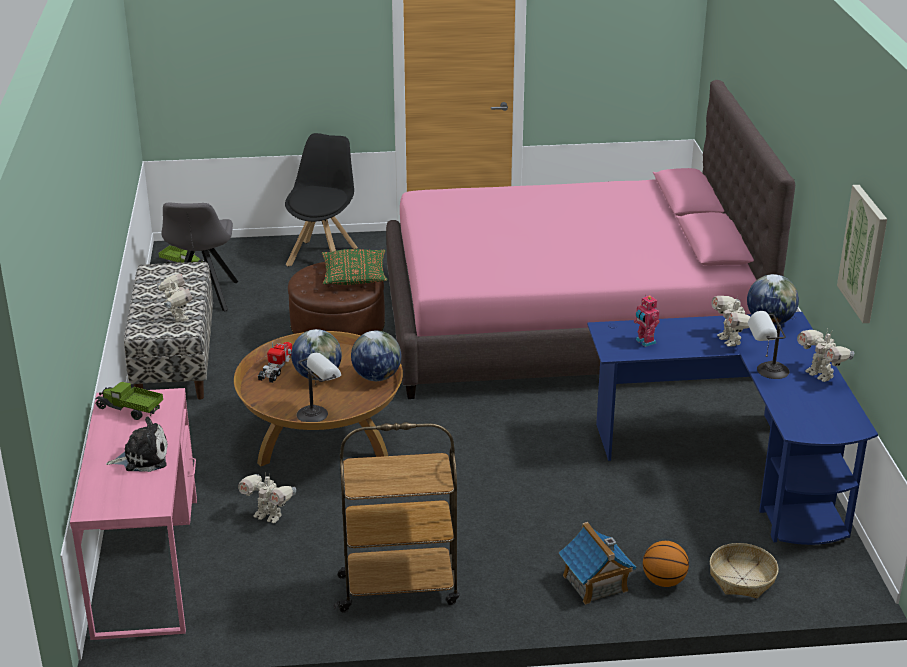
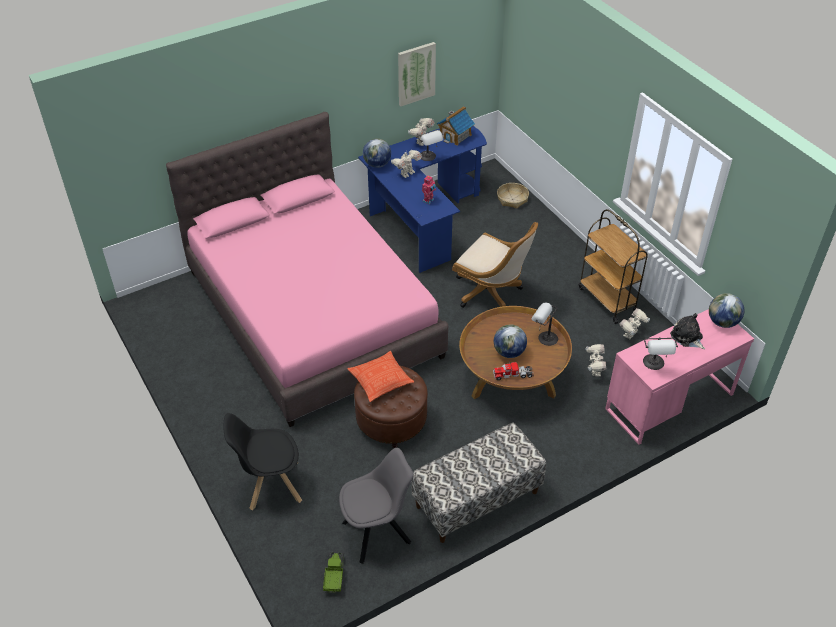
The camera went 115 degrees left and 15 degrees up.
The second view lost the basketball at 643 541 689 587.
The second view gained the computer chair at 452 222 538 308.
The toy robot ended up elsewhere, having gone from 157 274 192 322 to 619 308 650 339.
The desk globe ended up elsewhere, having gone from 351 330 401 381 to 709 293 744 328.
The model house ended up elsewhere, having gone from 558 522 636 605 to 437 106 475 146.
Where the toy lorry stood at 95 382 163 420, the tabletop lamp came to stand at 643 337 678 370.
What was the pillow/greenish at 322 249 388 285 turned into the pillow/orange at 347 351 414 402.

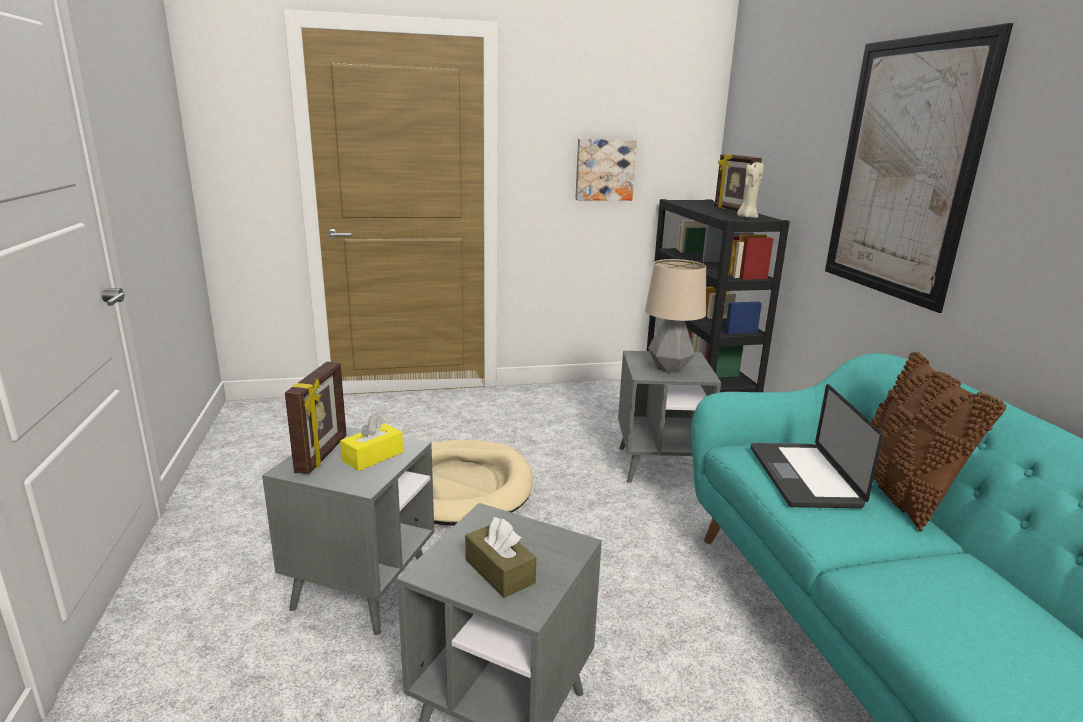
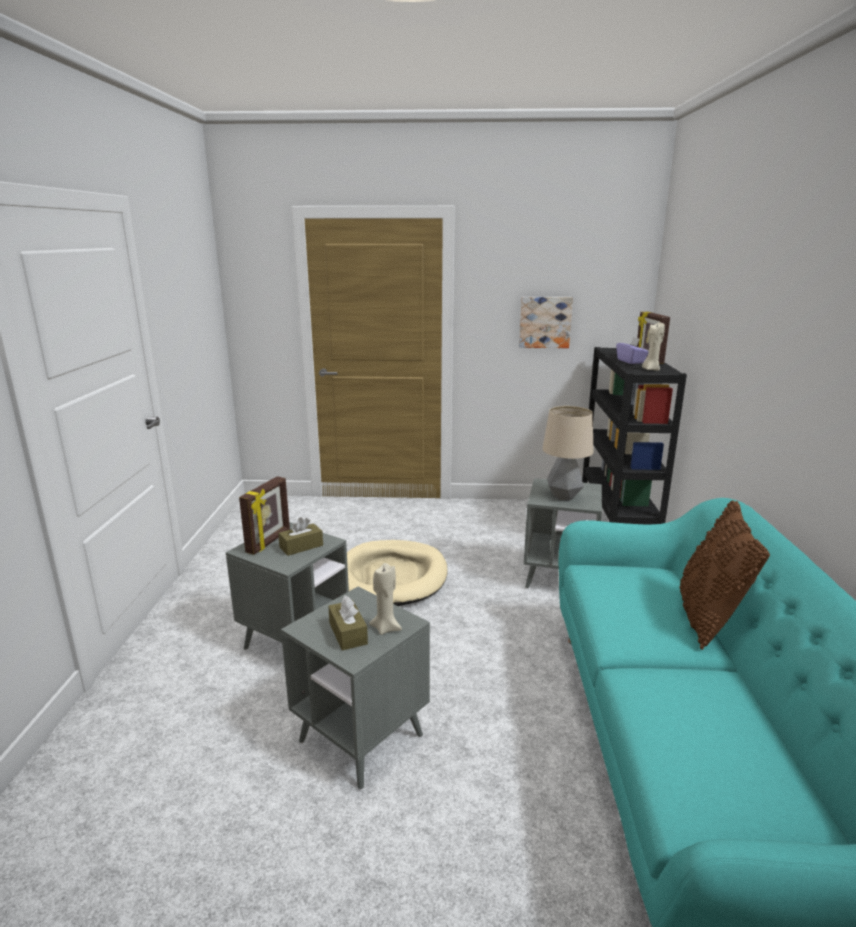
The camera went 15 degrees right and 0 degrees up.
The second view lost the laptop at 751 384 883 508.
The second view lost the wall art at 825 23 1013 313.
The second view gained the wax light/beige-coloured at 369 563 402 635.
The second view gained the tissue box/purple-coloured at 616 337 649 364.
What was the tissue box/yellow-coloured at 340 415 403 471 turned into the tissue box/brownish at 278 517 323 556.

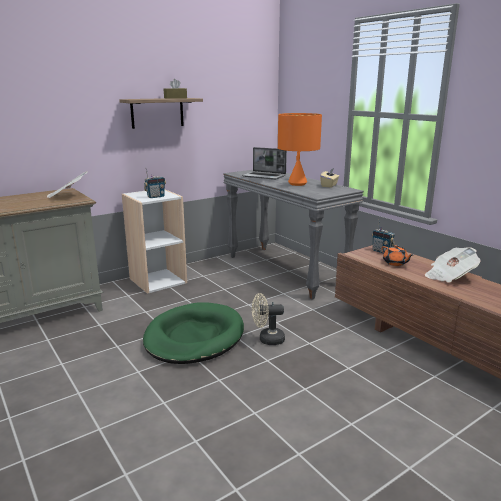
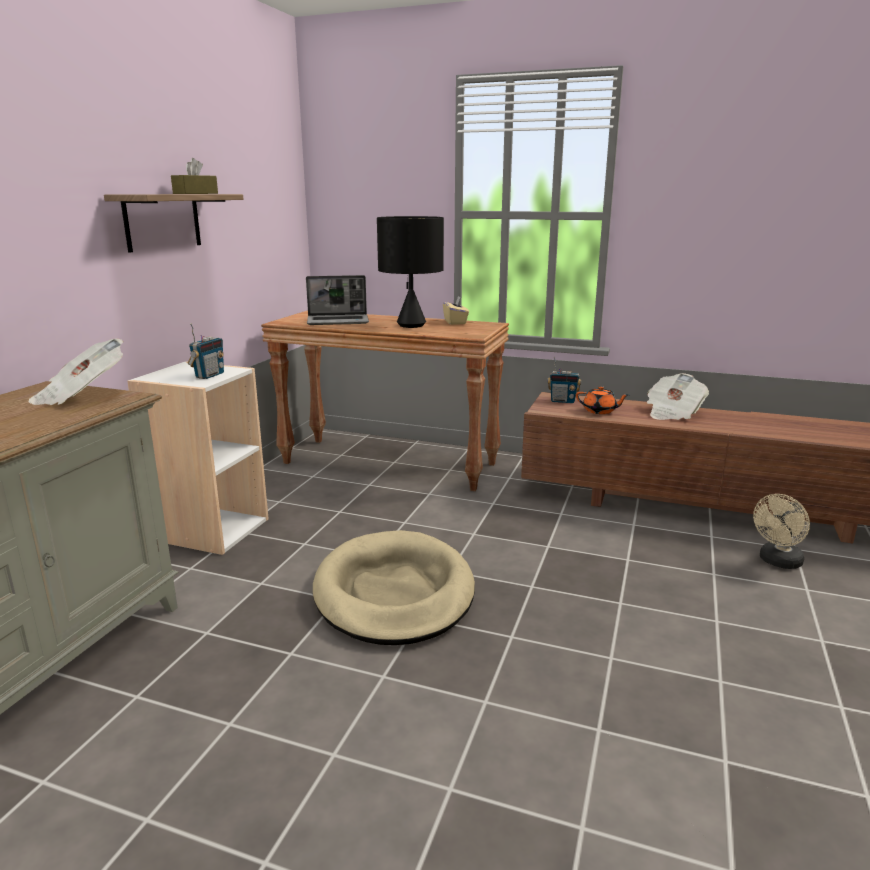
The camera went 35 degrees left and 0 degrees up.
The electric fan/beige-coloured ended up elsewhere, having gone from 252 293 285 345 to 753 494 810 569.
What was the pet bed/greenish at 143 302 244 364 turned into the pet bed/beige-coloured at 313 530 475 645.
What was the hall table/grey at 223 170 364 300 turned into the hall table/brownish at 261 311 509 491.
What was the tabletop lamp/orange at 278 113 322 186 turned into the tabletop lamp/blackish at 377 216 444 328.

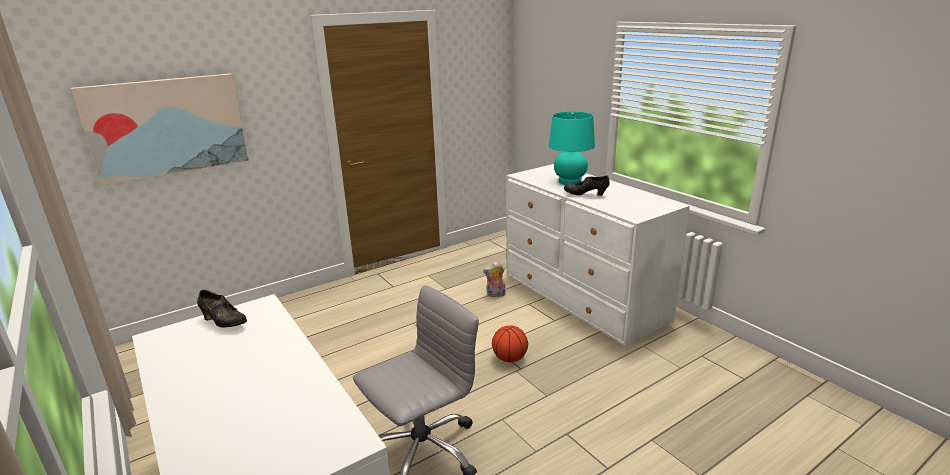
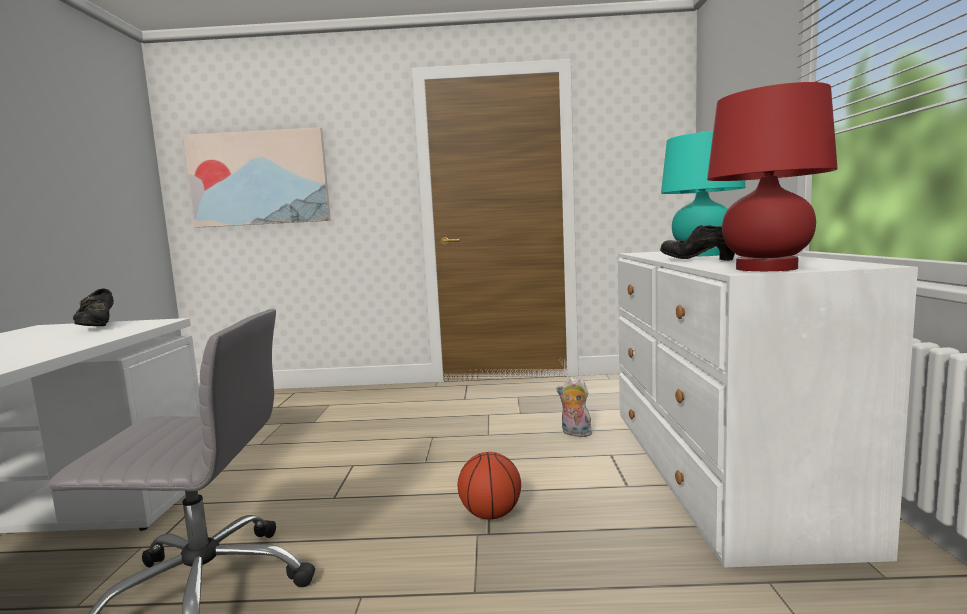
The camera went 35 degrees right and 15 degrees down.
The second view gained the tabletop lamp/red at 707 82 838 271.

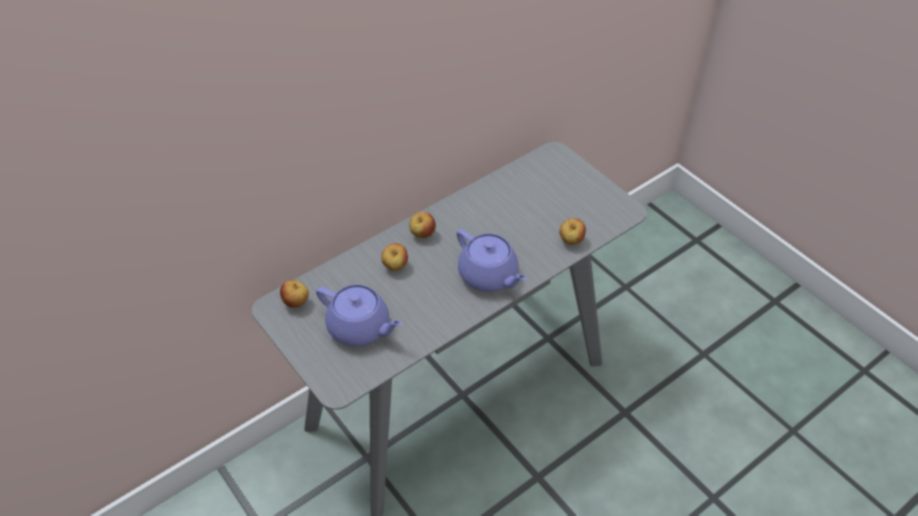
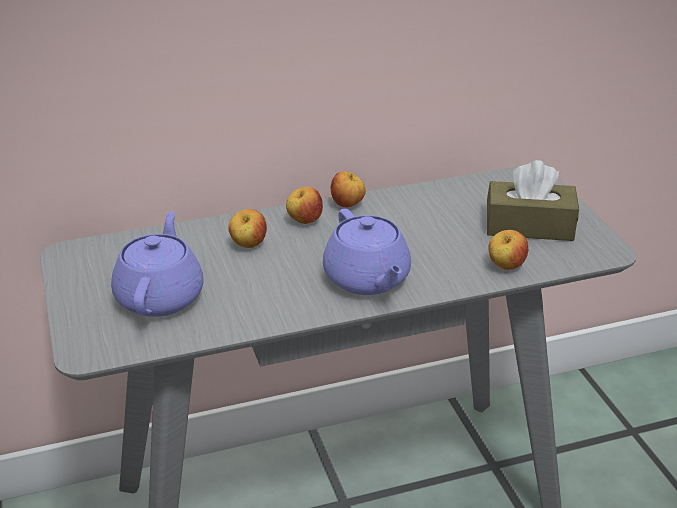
The camera went 20 degrees right and 15 degrees down.
The second view gained the tissue box/brownish at 487 160 579 241.
The apple ended up elsewhere, having gone from 280 280 309 308 to 330 171 366 207.
The pot for tea/purple-coloured at 316 285 403 346 ended up facing another way, 135 degrees counterclockwise from before.

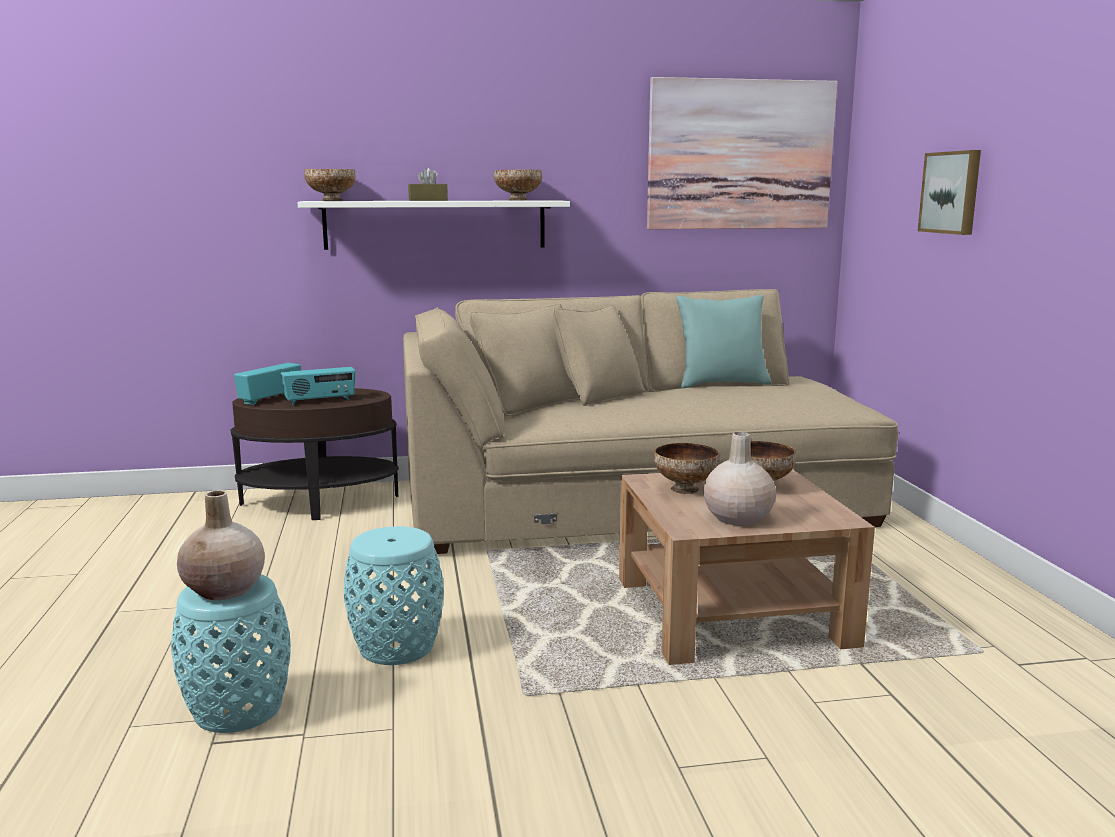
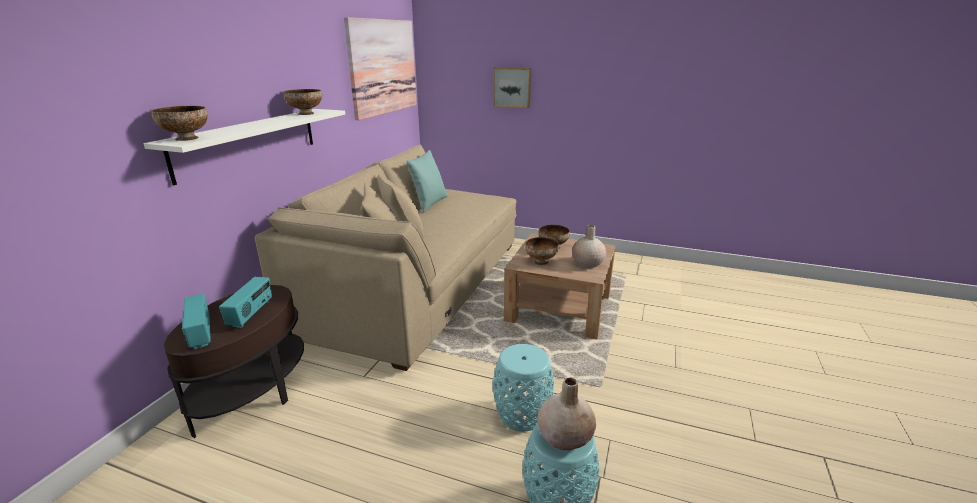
The camera went 60 degrees left and 10 degrees up.
The second view lost the tissue box/brownish at 408 168 448 201.

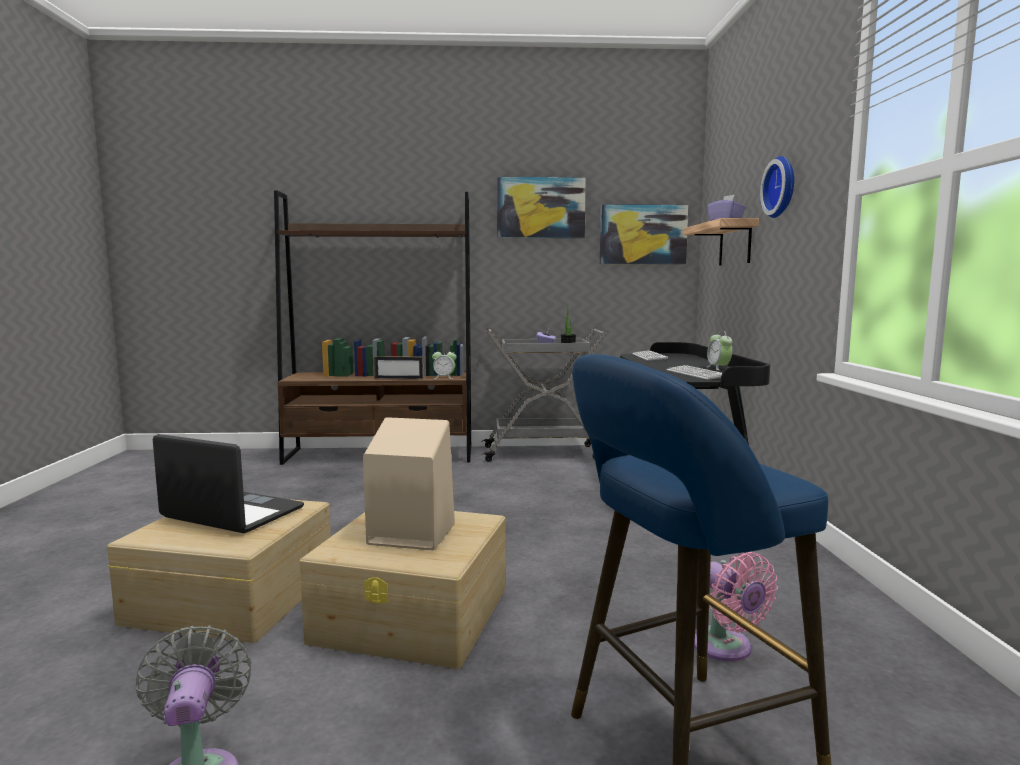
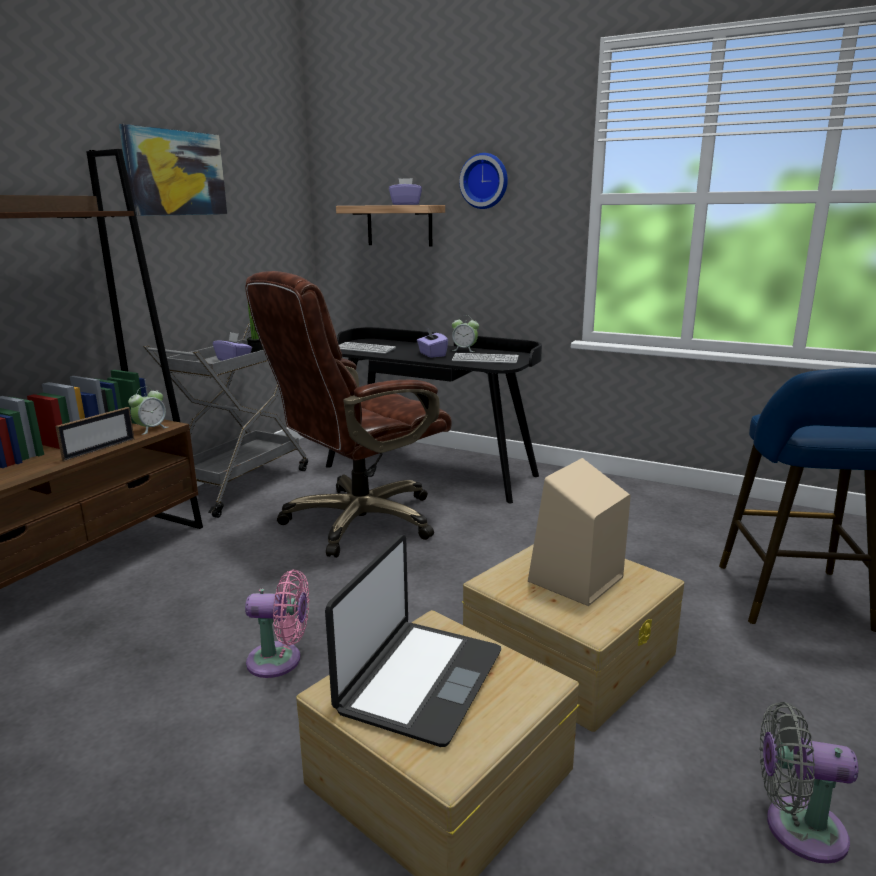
The camera went 60 degrees left and 10 degrees up.
The second view lost the wall art at 600 204 689 264.
The second view gained the computer chair/brownish at 245 271 452 558.
The second view gained the tissue box/purple-coloured at 417 328 448 358.
The electric fan/pinkish ended up elsewhere, having gone from 694 552 778 661 to 245 570 309 678.
The laptop at 153 434 304 533 ended up facing another way, 150 degrees clockwise from before.

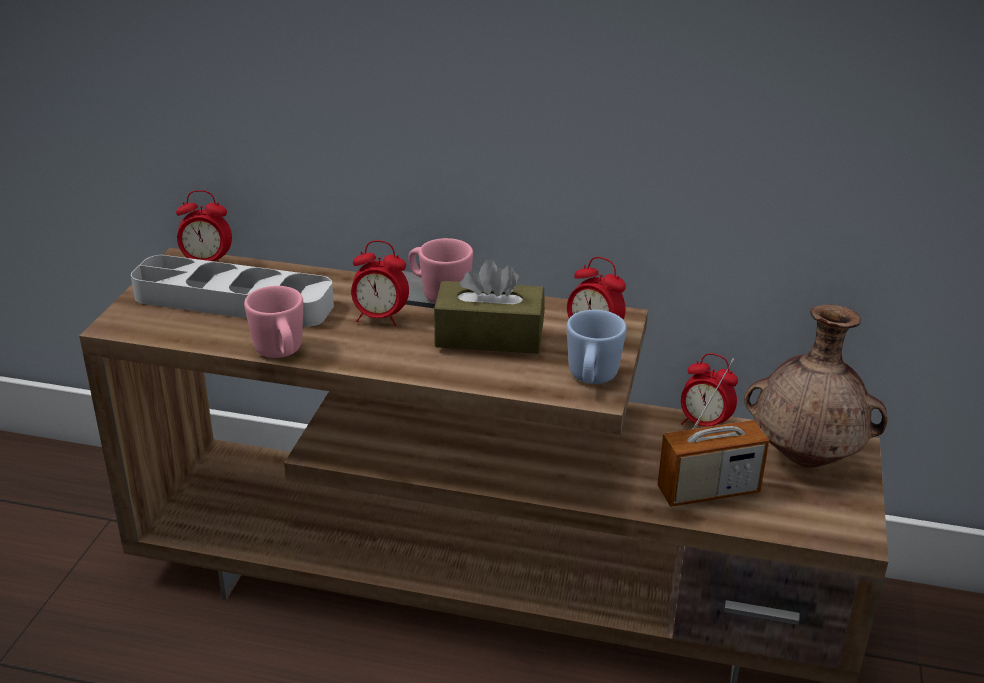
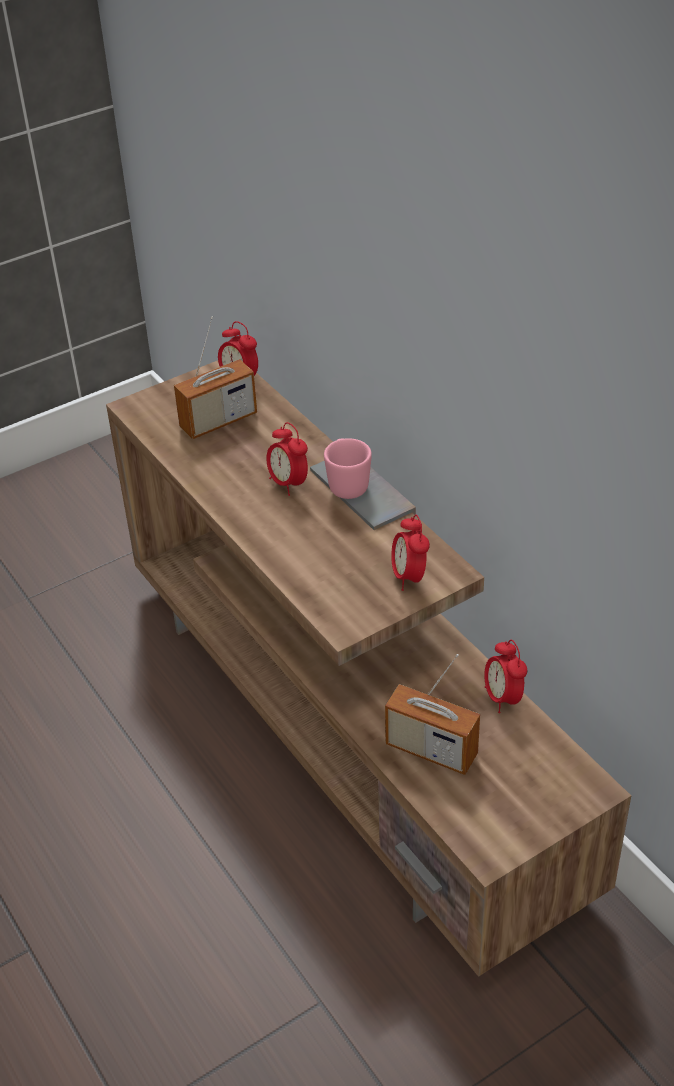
The camera went 45 degrees right and 10 degrees up.
The second view lost the coffee mug/pinkish at 244 286 303 358.
The second view lost the tissue box/brownish at 434 259 545 354.
The second view lost the coffee mug/blue at 567 310 627 384.
The second view lost the vase/brownish at 744 304 887 468.
Where the tray/grey stood at 131 255 334 327, the radio came to stand at 174 316 257 439.

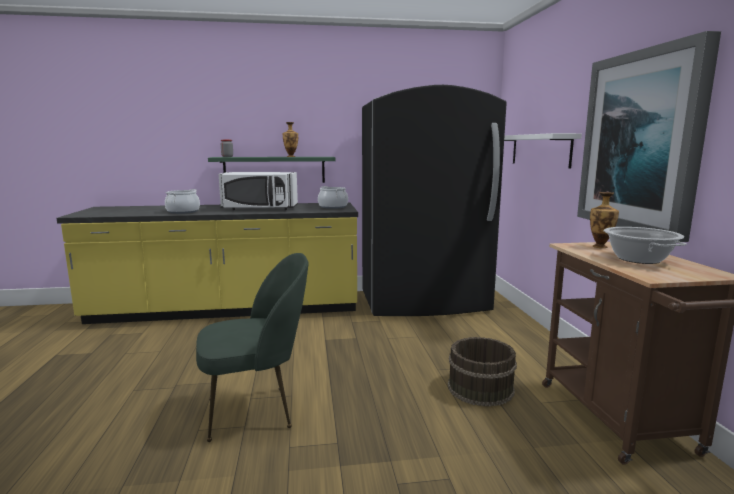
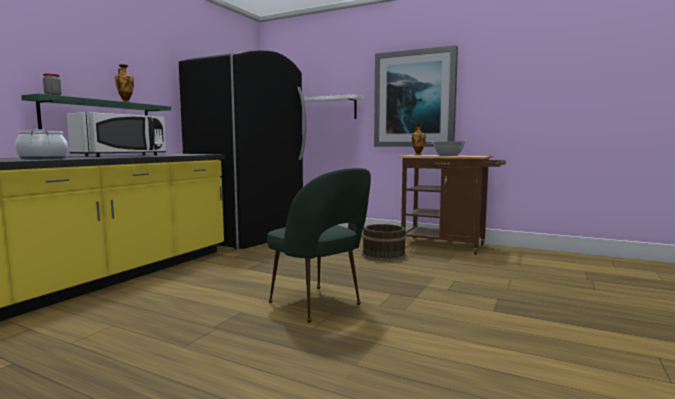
The camera went 55 degrees left and 5 degrees down.
The second view lost the stockpot at 318 186 348 209.
The plain chair/greenish at 196 253 308 442 ended up facing another way, 120 degrees clockwise from before.

